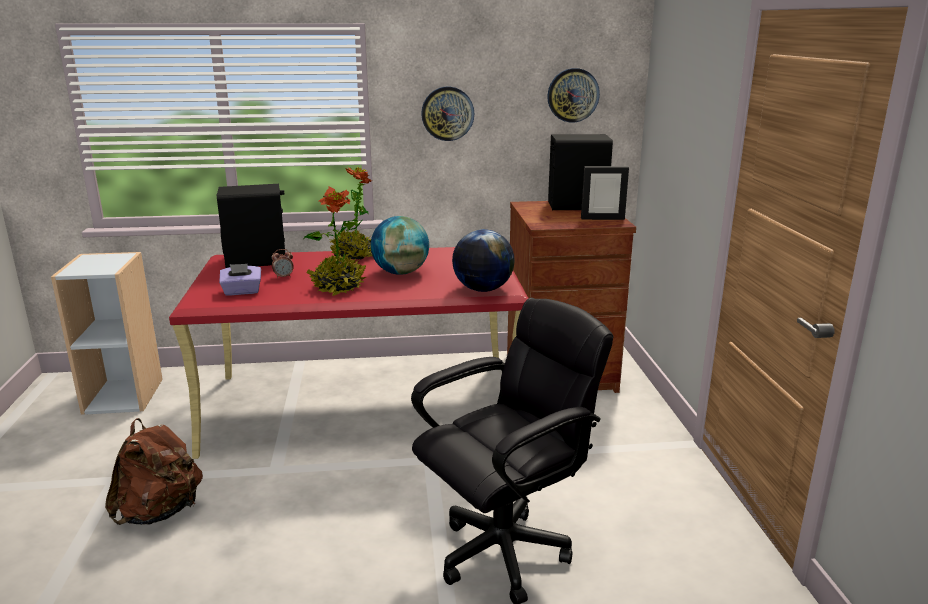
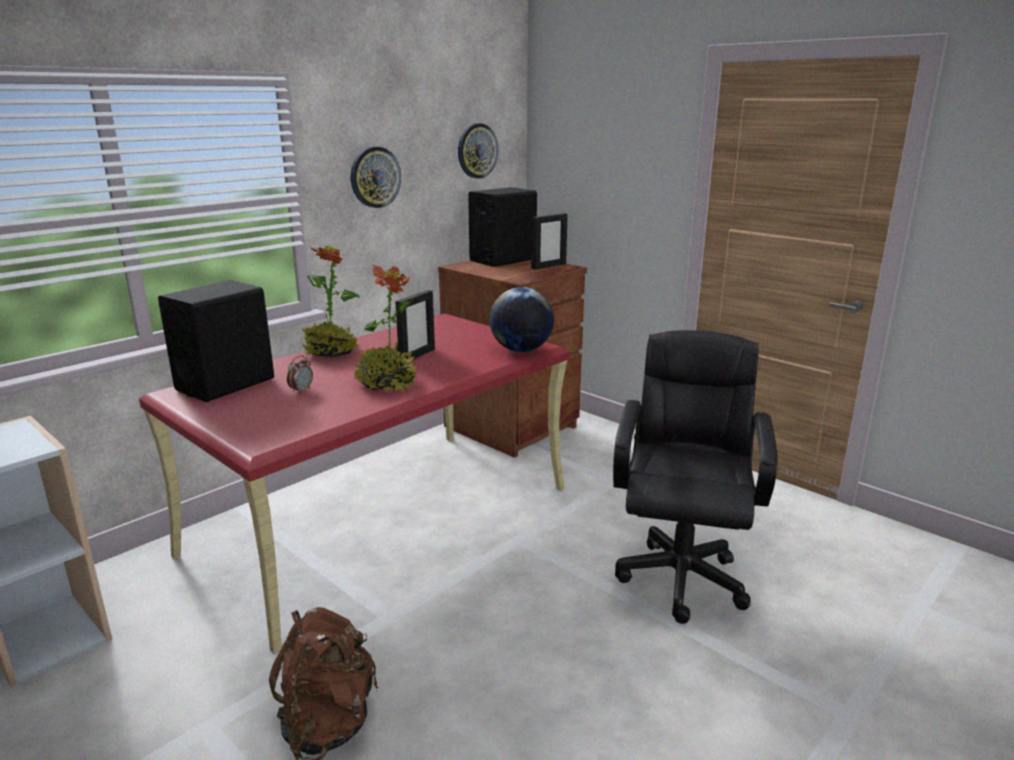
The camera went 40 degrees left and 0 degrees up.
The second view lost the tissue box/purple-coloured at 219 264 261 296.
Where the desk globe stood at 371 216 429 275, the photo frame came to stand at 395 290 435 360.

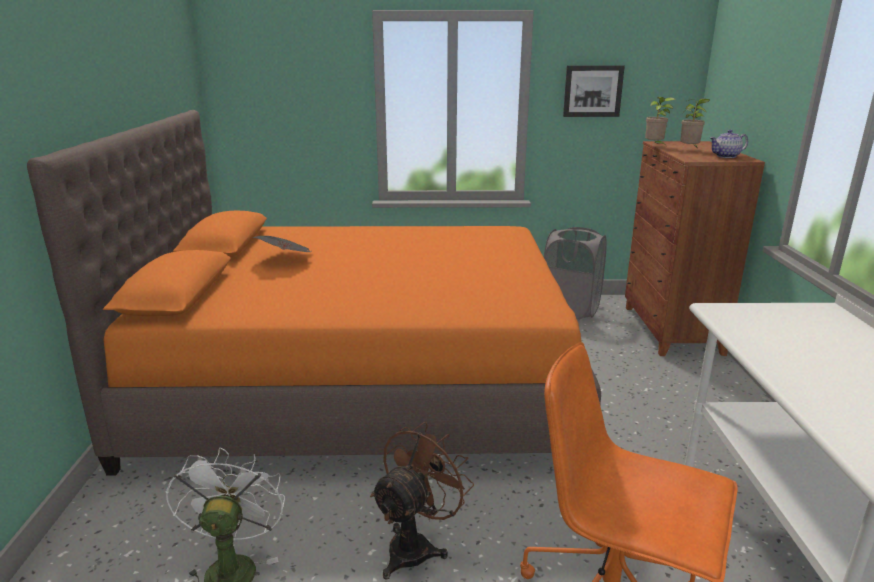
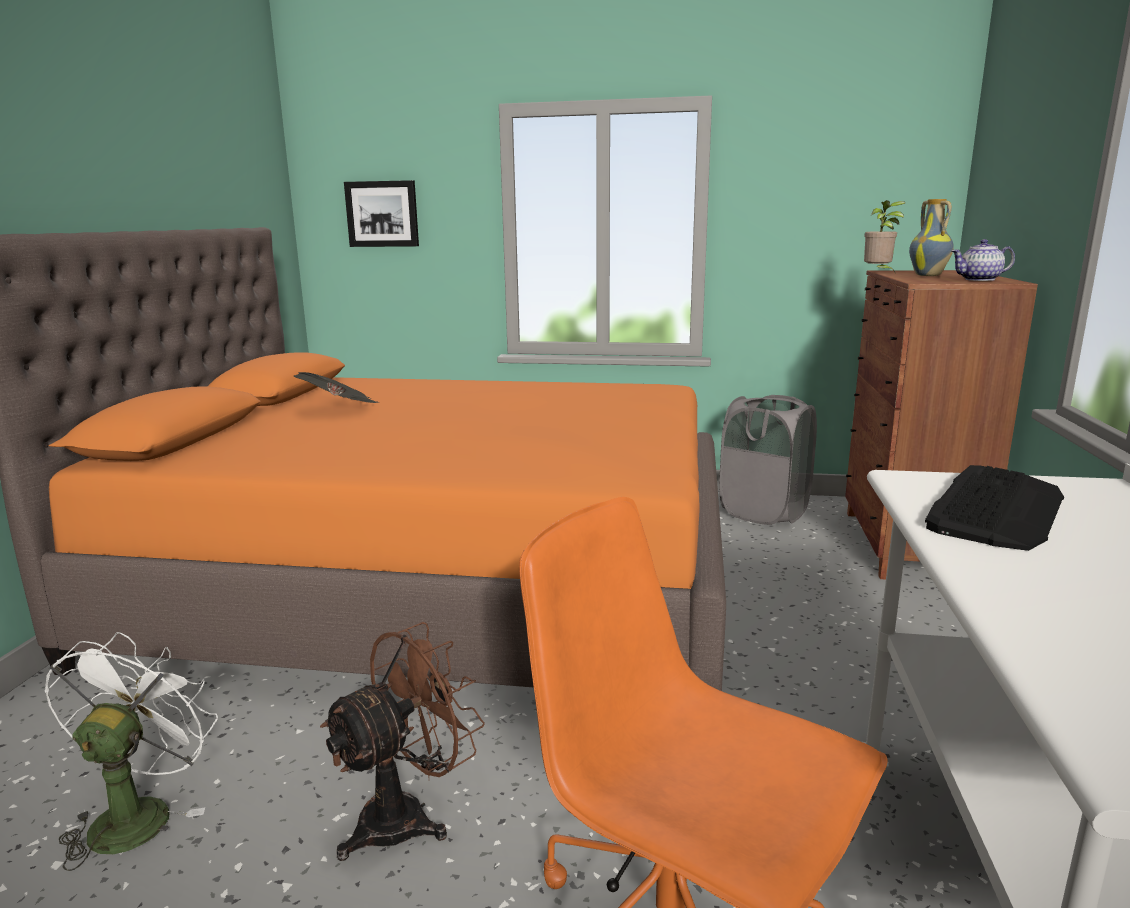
The camera went 10 degrees right and 5 degrees down.
The second view gained the keyboard at 925 465 1064 551.
The wall art ended up elsewhere, having gone from 563 65 625 117 to 344 180 419 247.
Where the plant in a pot stood at 680 99 710 147, the vase came to stand at 909 199 954 276.

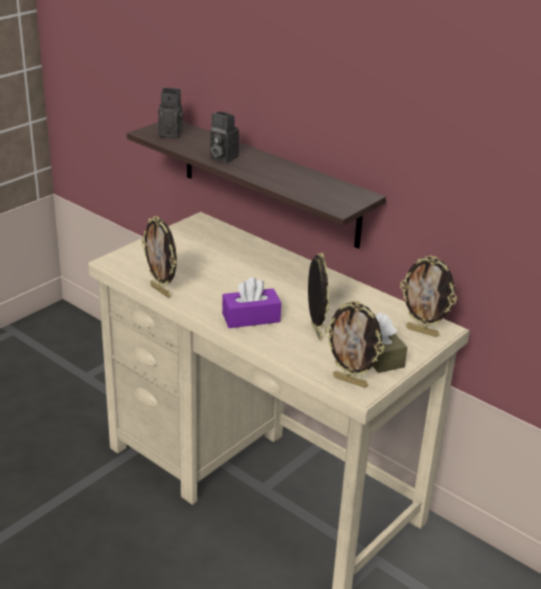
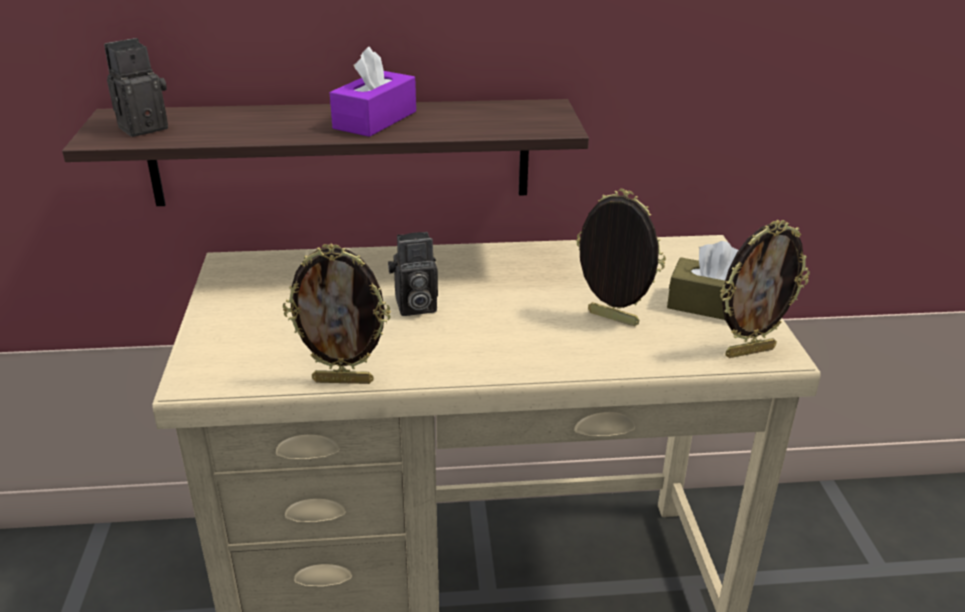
The camera went 45 degrees left and 0 degrees up.
The second view lost the photo frame at 400 255 457 337.
The still camera ended up elsewhere, having gone from 210 112 239 163 to 388 232 438 316.
The tissue box/purple-coloured ended up elsewhere, having gone from 222 277 281 328 to 330 47 416 137.

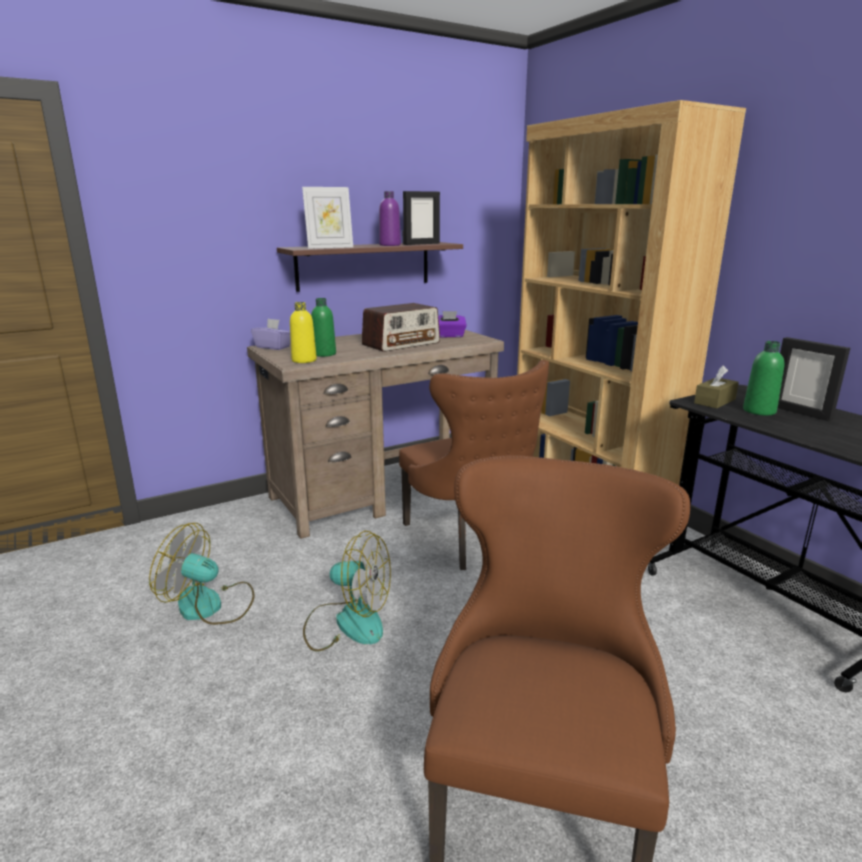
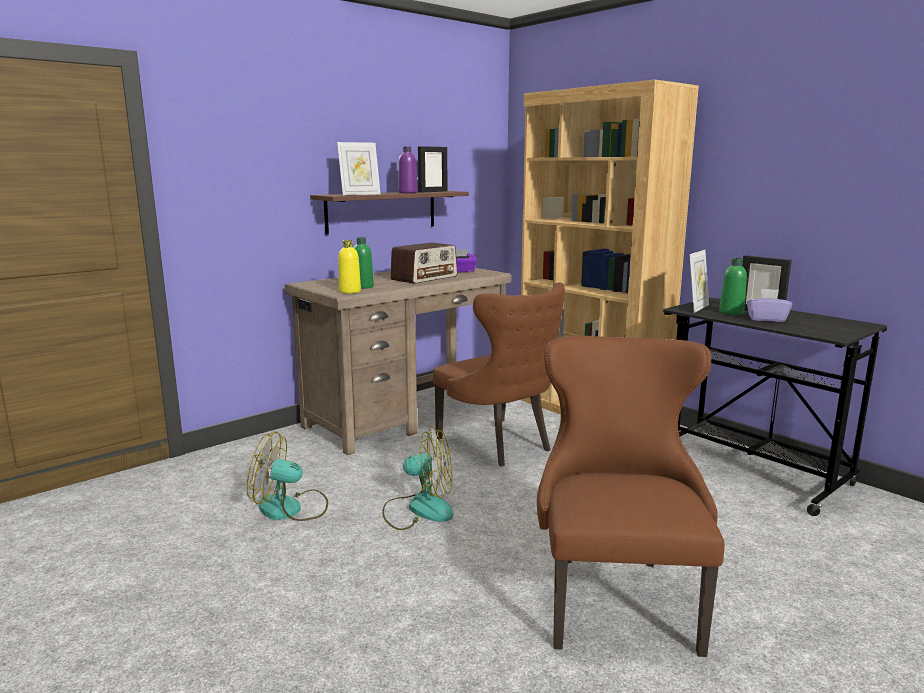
The camera went 10 degrees left and 5 degrees down.
The tissue box/purple-coloured ended up elsewhere, having gone from 251 319 291 350 to 747 289 792 322.
Where the tissue box/brownish stood at 694 366 739 409, the photo frame came to stand at 689 250 709 313.

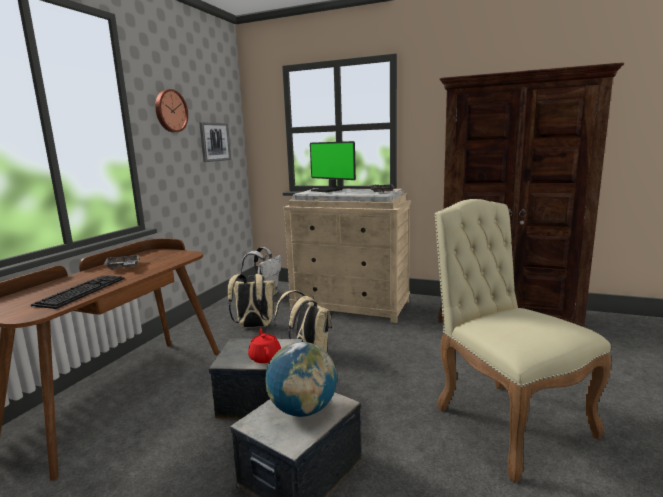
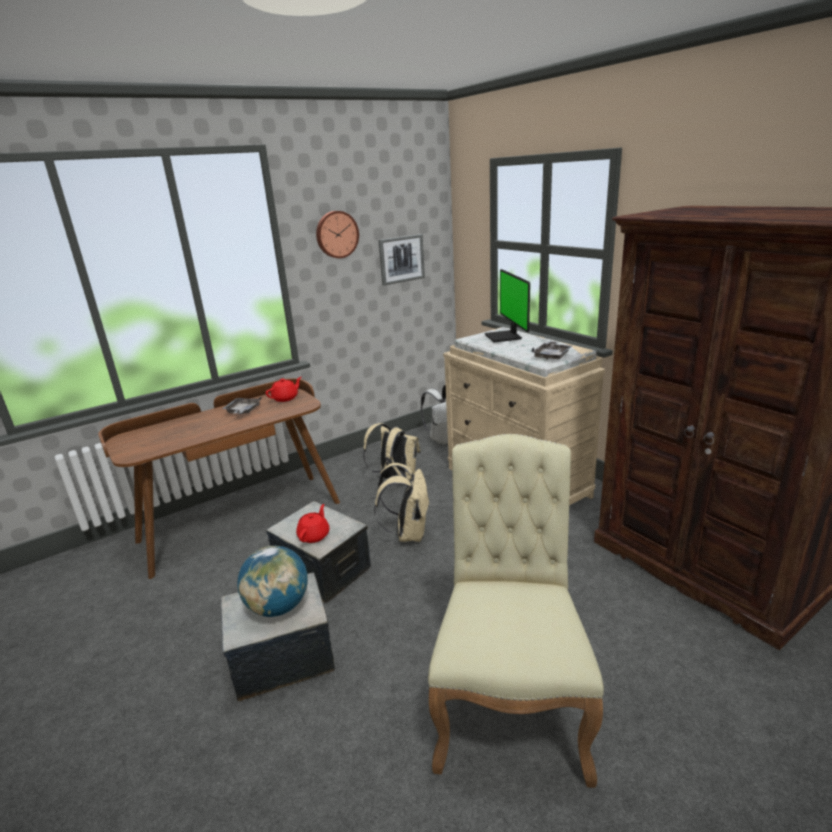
The camera went 35 degrees right and 10 degrees up.
The second view lost the keyboard at 31 275 124 309.
The second view gained the pot for tea/red at 266 377 301 402.

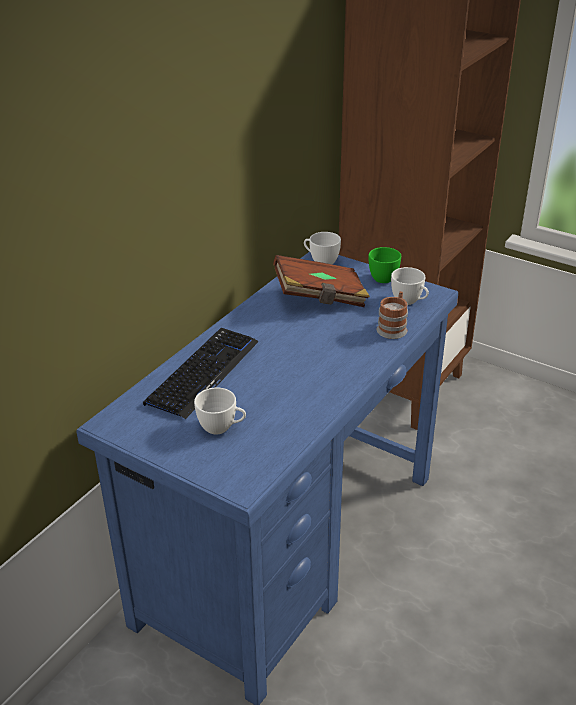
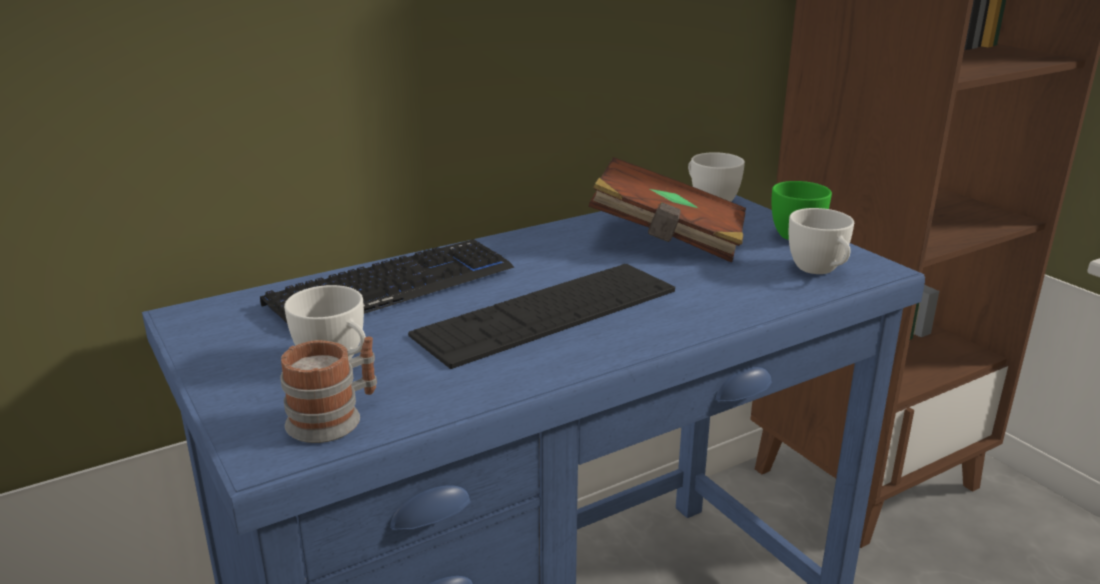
The camera went 25 degrees right and 10 degrees down.
The second view gained the keyboard at 408 264 675 369.
The coffee mug ended up elsewhere, having gone from 377 291 408 339 to 280 337 377 443.

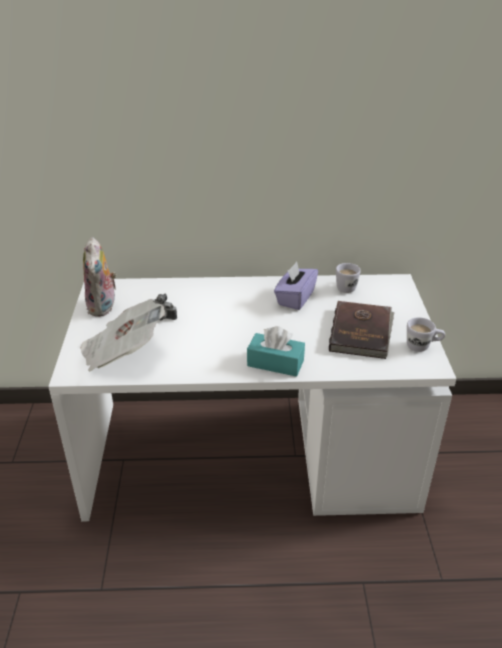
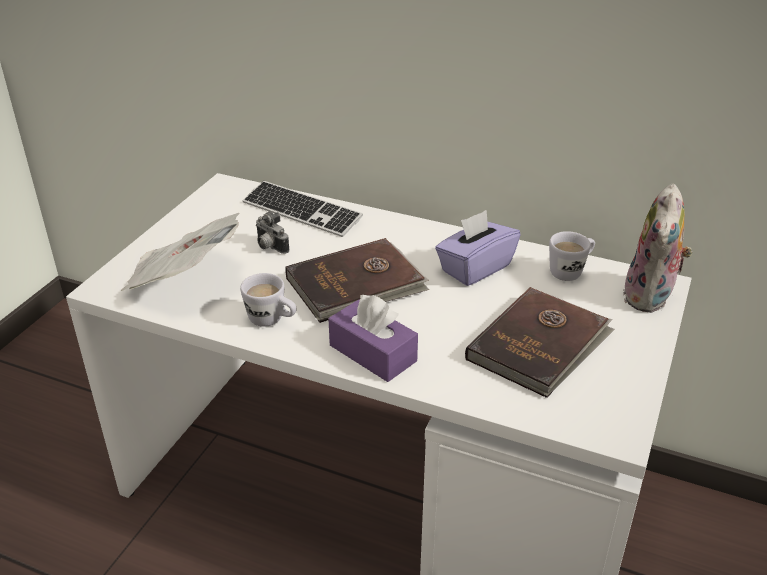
The camera went 25 degrees right and 0 degrees up.
The second view gained the keyboard at 242 181 363 237.
The second view gained the bound book/brownish at 285 238 429 323.
The cuddly toy ended up elsewhere, having gone from 83 237 117 317 to 623 183 693 313.
The coffee mug/whitish ended up elsewhere, having gone from 407 317 445 352 to 240 273 296 327.
What was the tissue box/turquoise-coloured at 247 326 305 377 turned into the tissue box/purple-coloured at 328 295 418 382.

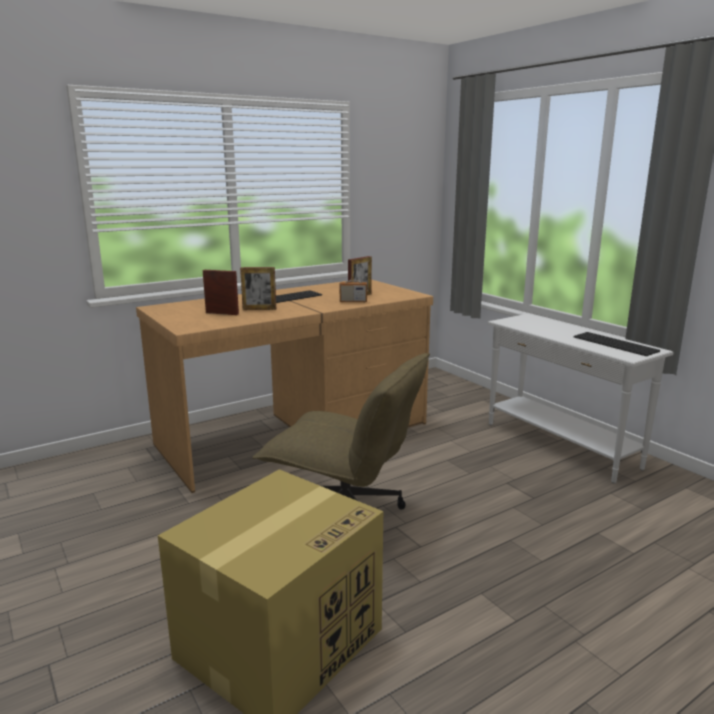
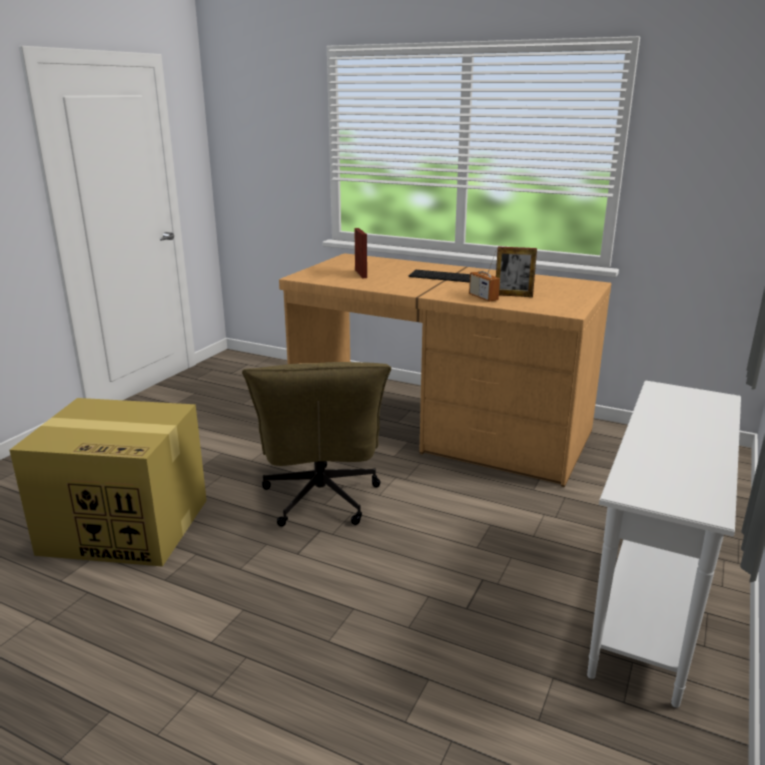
The camera went 60 degrees right and 5 degrees up.
The second view lost the photo frame at 240 267 276 310.
The second view lost the keyboard at 574 332 660 356.

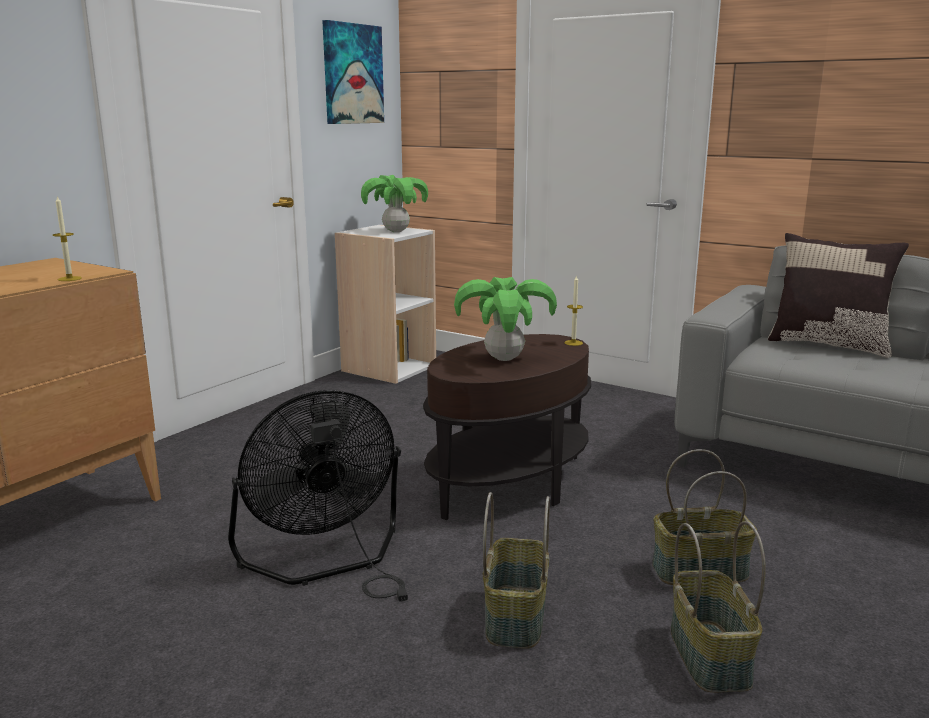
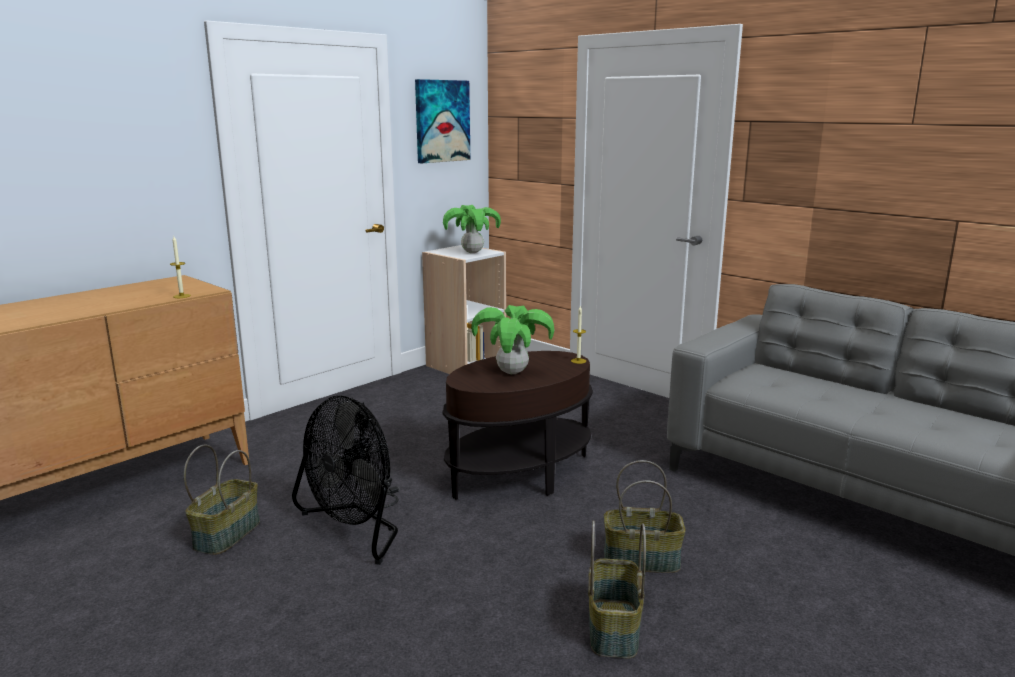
The camera went 10 degrees right and 0 degrees up.
The second view lost the pillow at 768 233 909 358.
The household basket ended up elsewhere, having gone from 483 492 550 649 to 184 444 260 555.
The electric fan/blackish at 228 390 408 601 ended up facing another way, 120 degrees counterclockwise from before.

